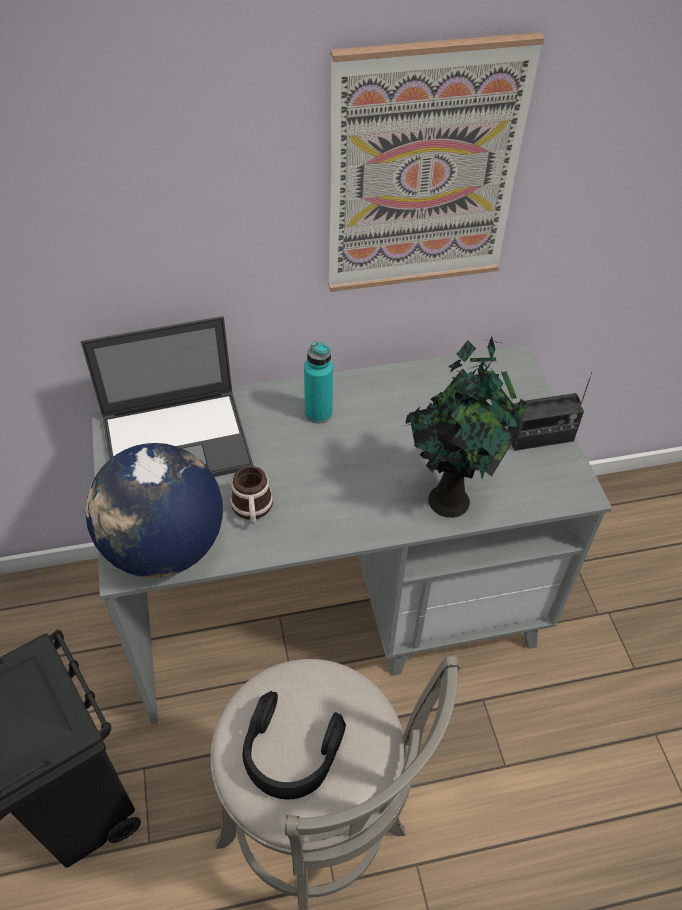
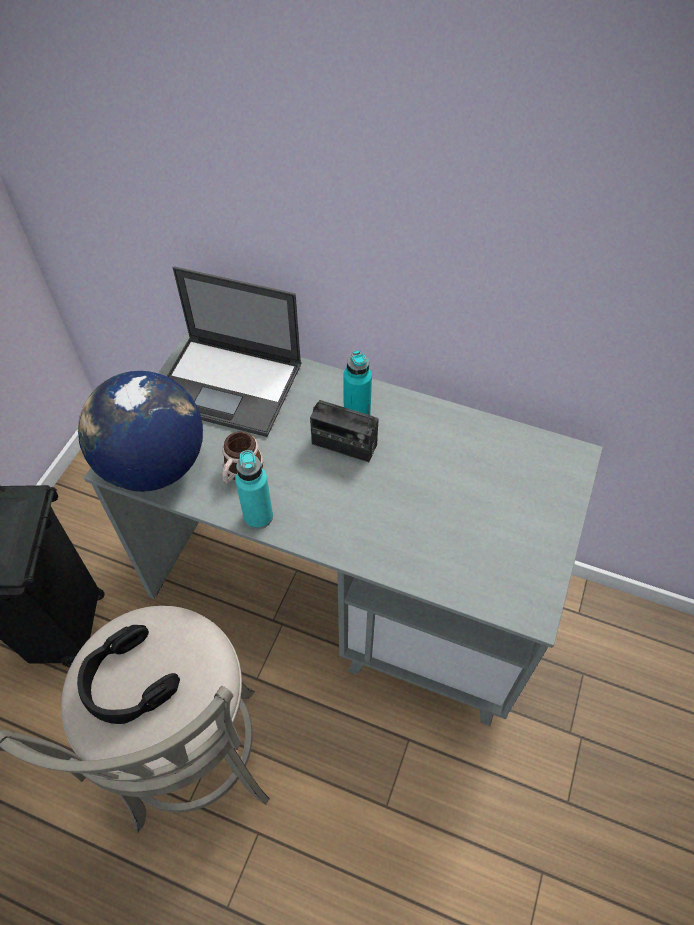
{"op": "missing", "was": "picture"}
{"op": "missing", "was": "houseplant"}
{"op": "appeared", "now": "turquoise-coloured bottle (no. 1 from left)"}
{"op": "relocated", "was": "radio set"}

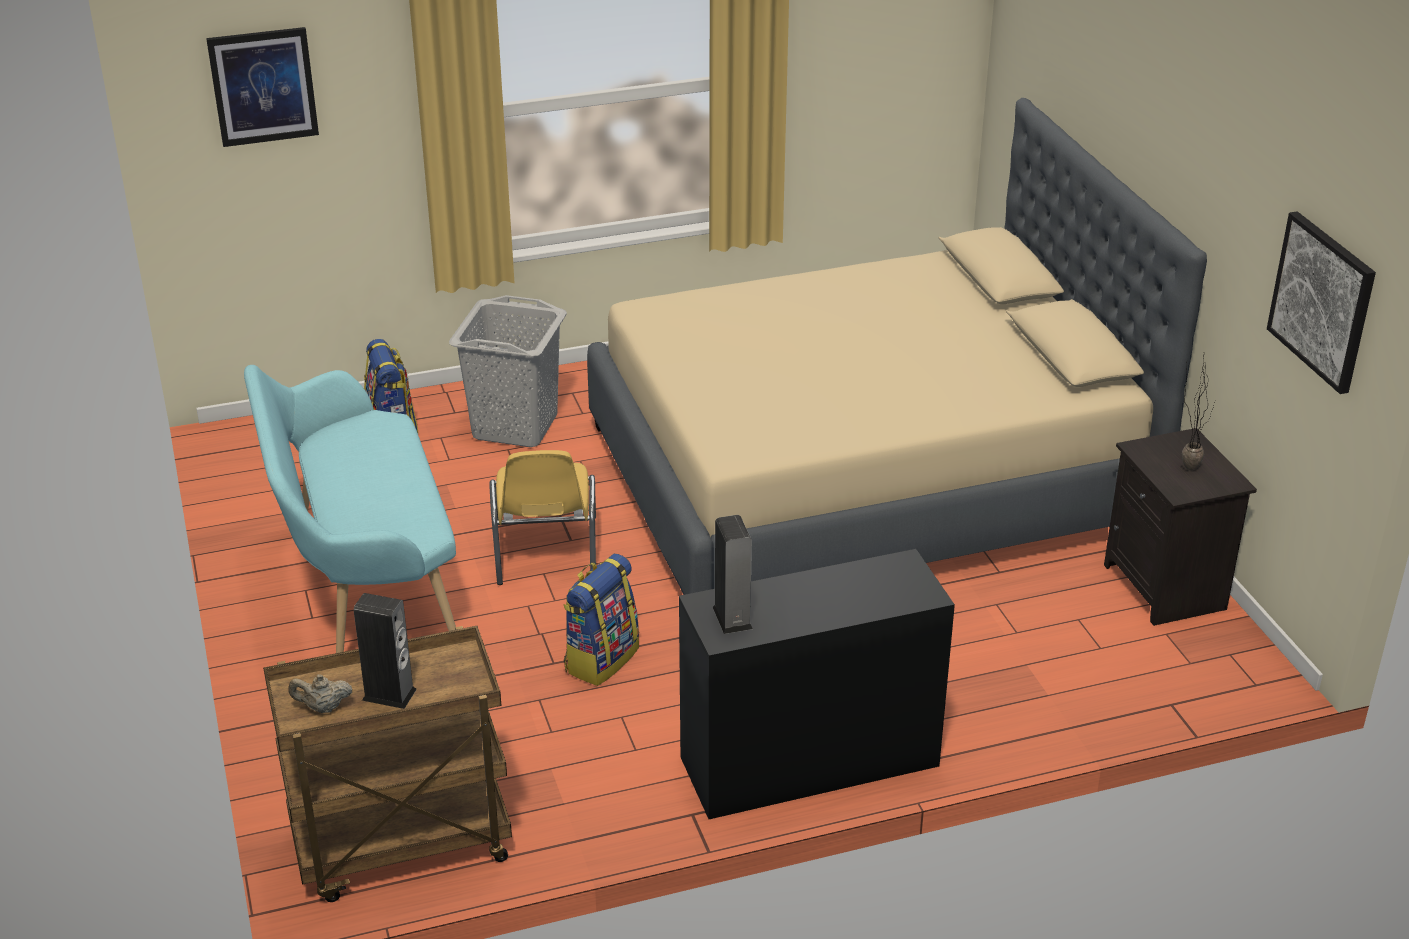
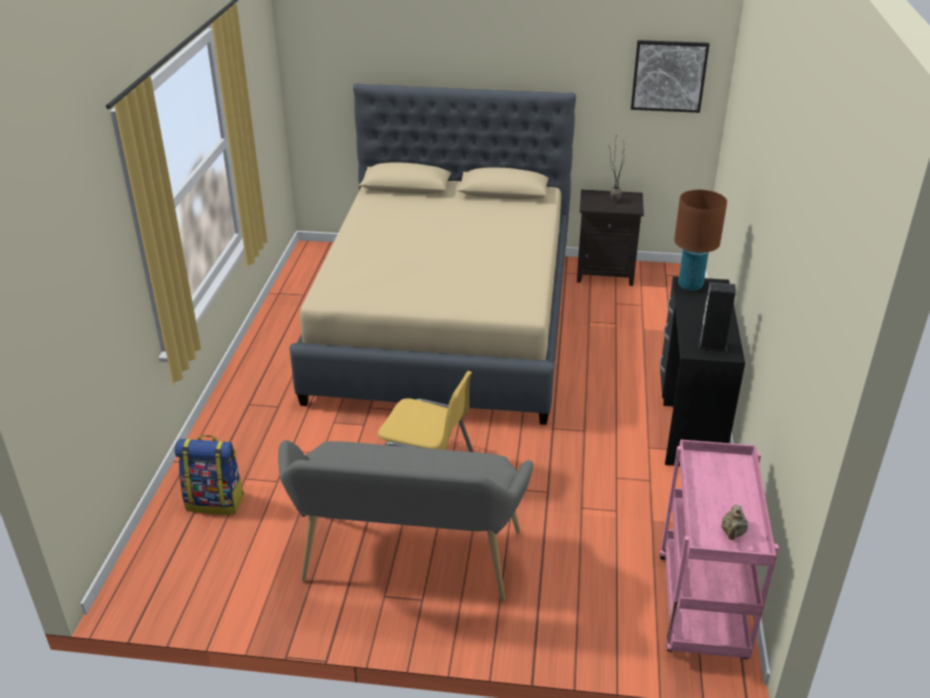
{"op": "missing", "was": "picture (no. 1 from left)"}
{"op": "missing", "was": "audio speaker (no. 1 from left)"}
{"op": "missing", "was": "grey washing basket"}
{"op": "missing", "was": "rucksack (no. 2 from left)"}
{"op": "appeared", "now": "brown-coloured table lamp"}
{"op": "colour", "was": "turquoise-coloured bench", "now": "grey bench"}
{"op": "colour", "was": "brown-coloured trolley", "now": "pink trolley"}

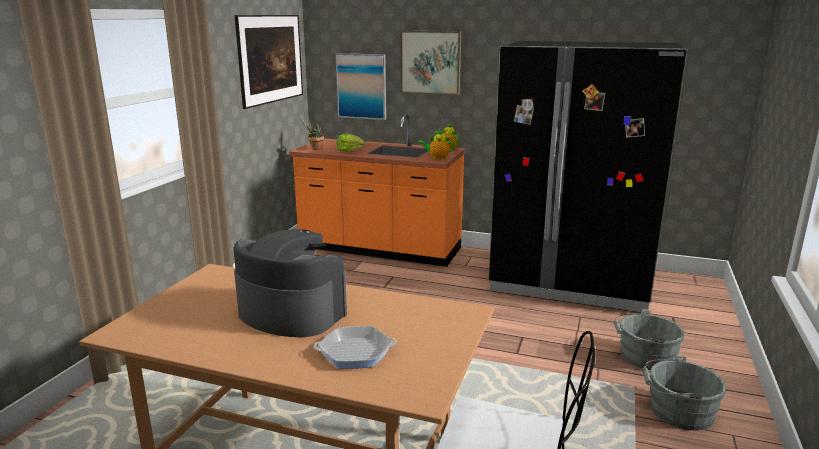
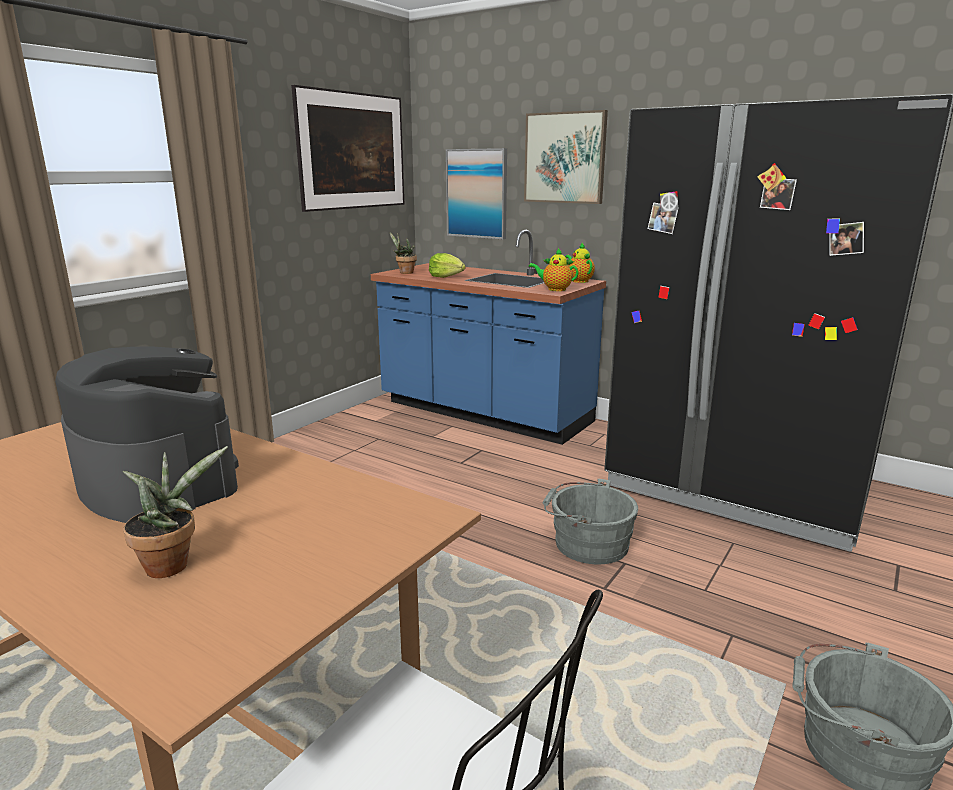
{"op": "relocated", "was": "grey pail (no. 1 from left)"}
{"op": "exchanged", "was": "skillet", "now": "houseplant (no. 1 from left)"}
{"op": "colour", "was": "orangey kitchen base unit", "now": "bluish kitchen base unit"}

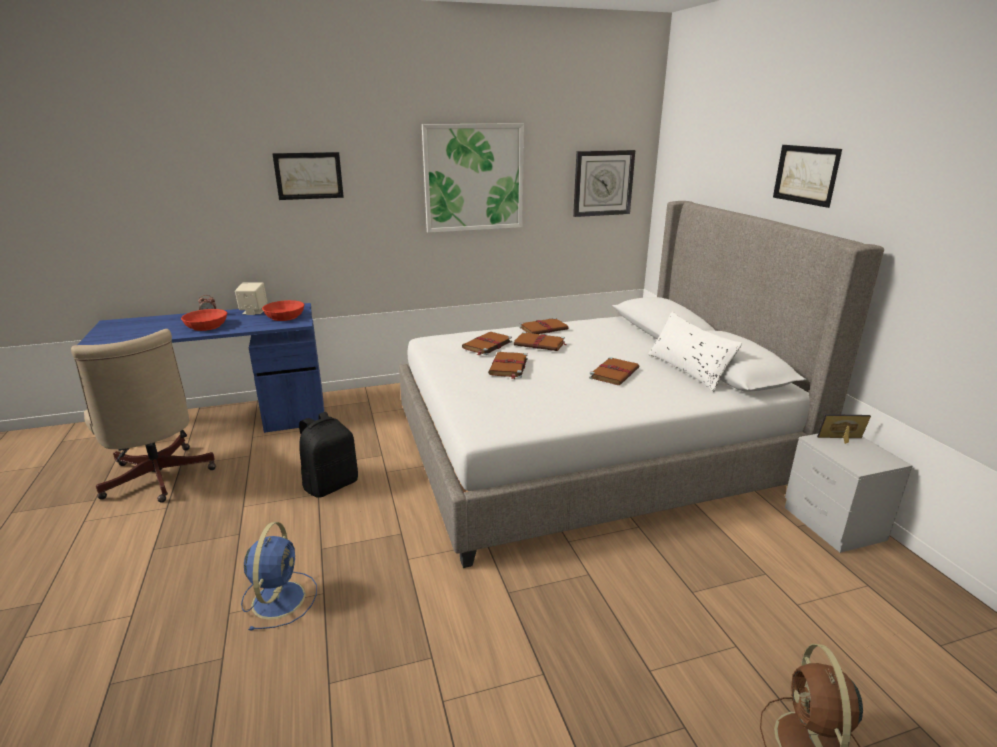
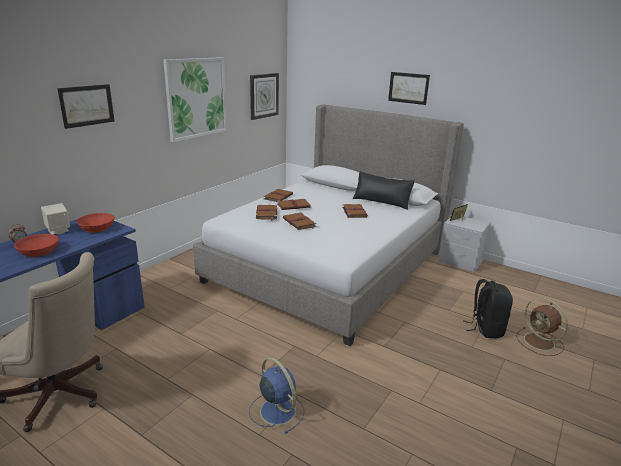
{"op": "relocated", "was": "blackish rucksack"}
{"op": "colour", "was": "whitish throw pillow", "now": "blackish throw pillow"}

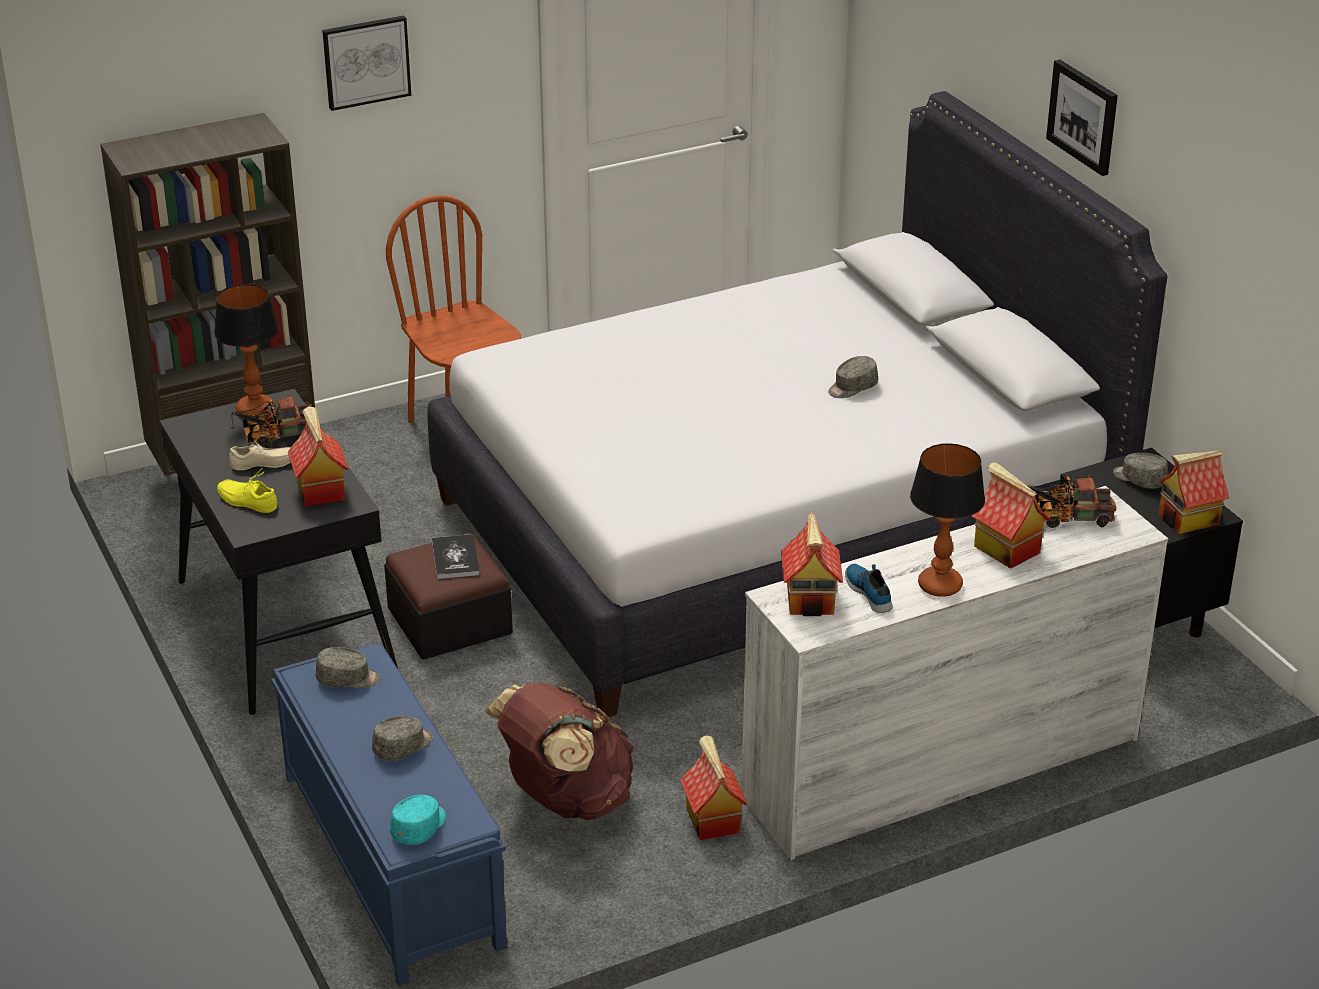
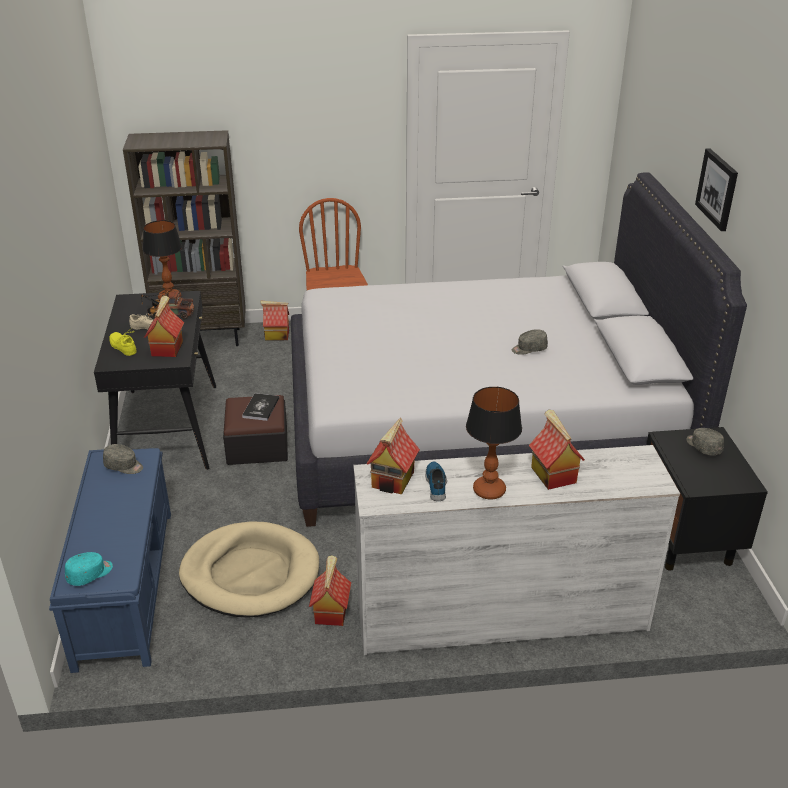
{"op": "missing", "was": "picture (no. 1 from left)"}
{"op": "missing", "was": "grey peaked cap (no. 2 from left)"}
{"op": "missing", "was": "toy lorry (no. 2 from left)"}
{"op": "relocated", "was": "toy house (no. 5 from left in the first image)", "now": "toy house (no. 2 from left)"}
{"op": "exchanged", "was": "brown-coloured rucksack", "now": "beige-coloured dog bed"}

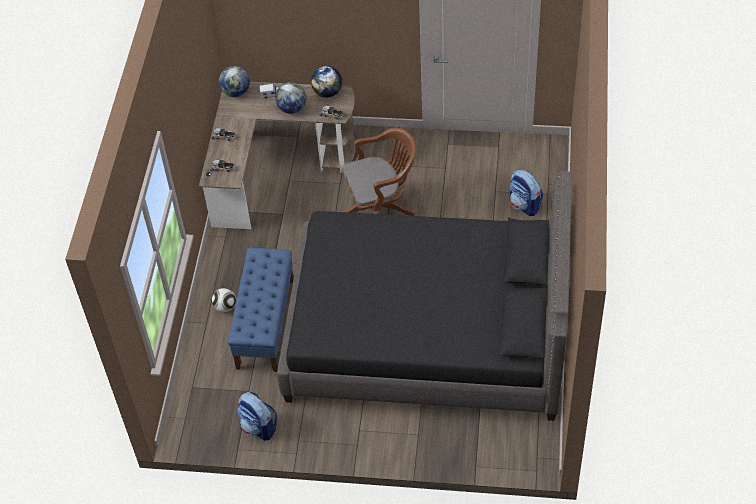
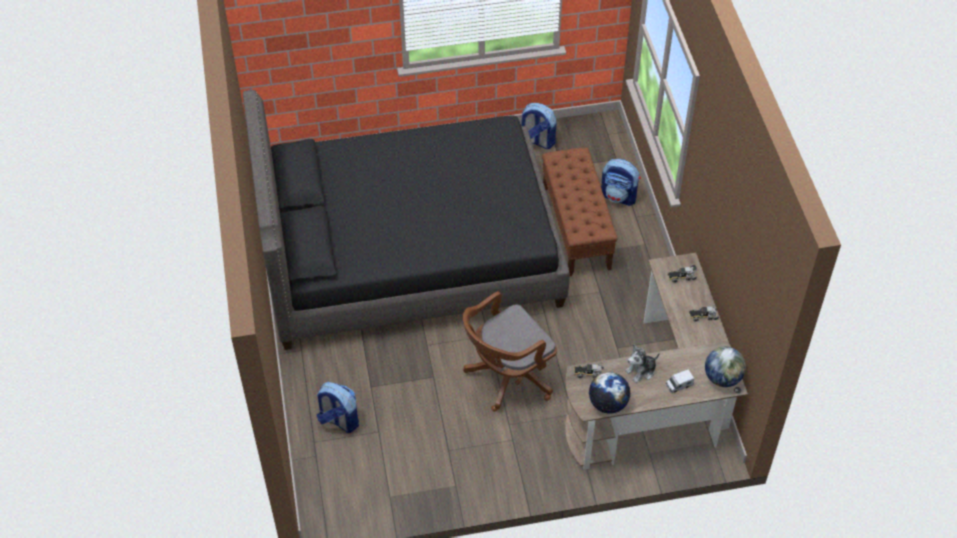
{"op": "missing", "was": "ball for football"}
{"op": "appeared", "now": "rucksack (no. 3 from left)"}
{"op": "exchanged", "was": "desk globe (no. 2 from left)", "now": "plush toy"}
{"op": "colour", "was": "bluish bench", "now": "brown-coloured bench"}

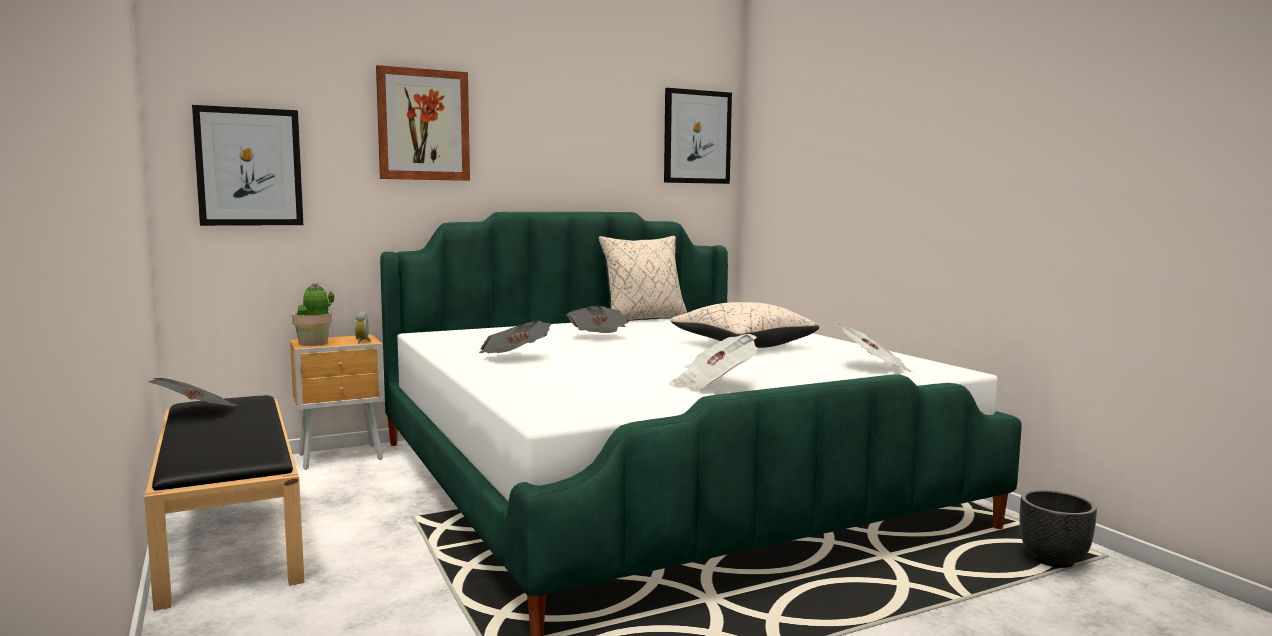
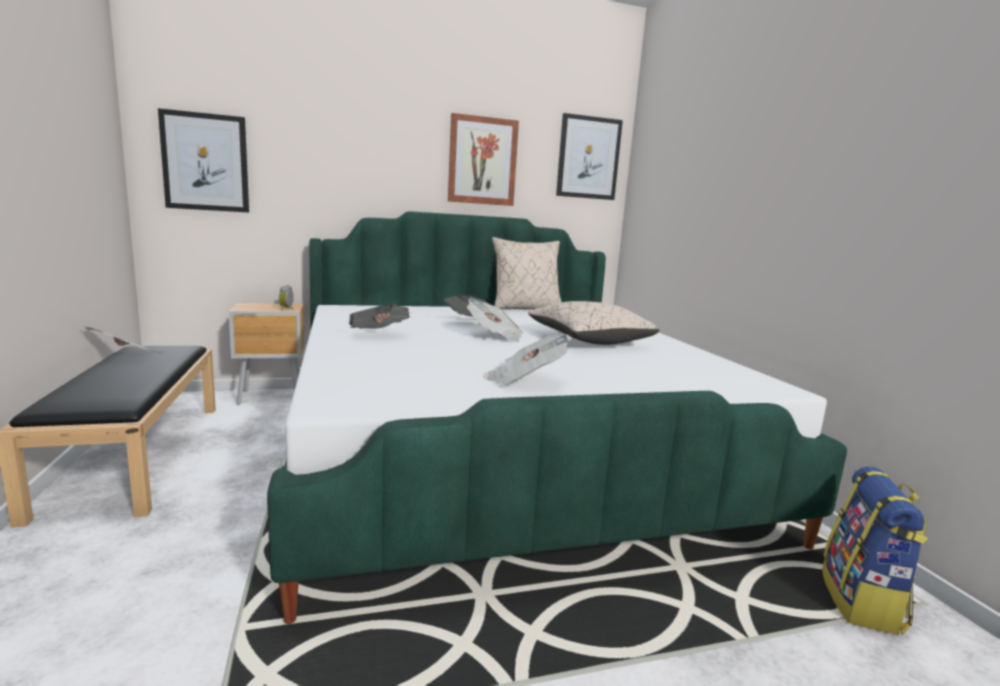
{"op": "missing", "was": "houseplant"}
{"op": "relocated", "was": "picture (no. 2 from left)"}
{"op": "relocated", "was": "daily paper (no. 5 from left in the first image)", "now": "daily paper (no. 4 from left)"}
{"op": "exchanged", "was": "blackish flower pot", "now": "rucksack"}

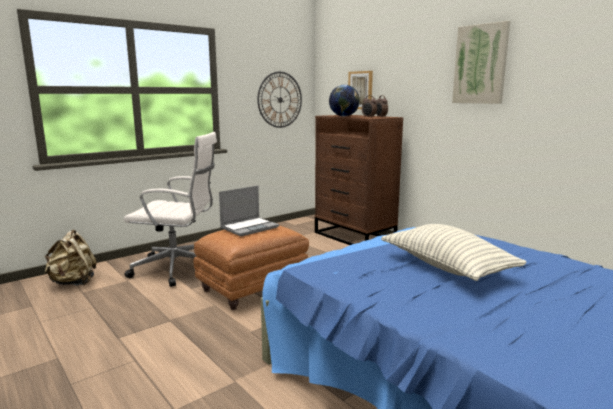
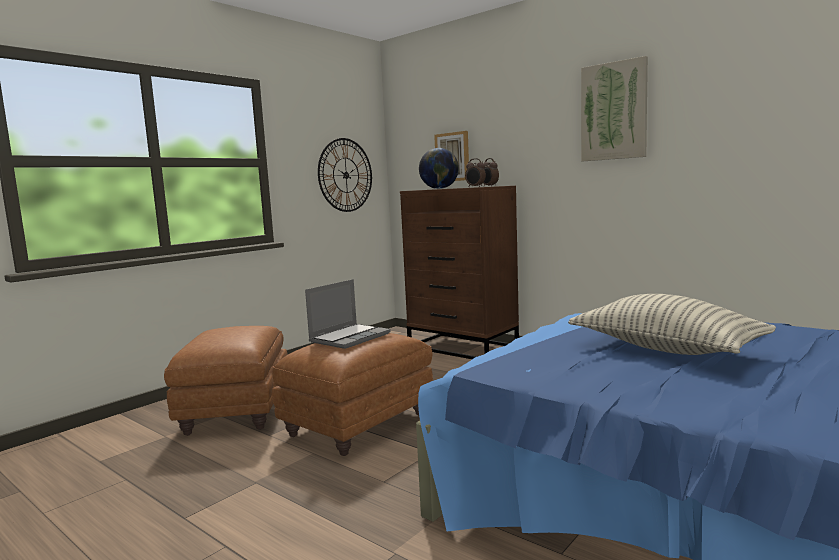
{"op": "missing", "was": "beige-coloured rucksack"}
{"op": "exchanged", "was": "whitish desk chair", "now": "brown-coloured ottoman (no. 1 from left)"}

